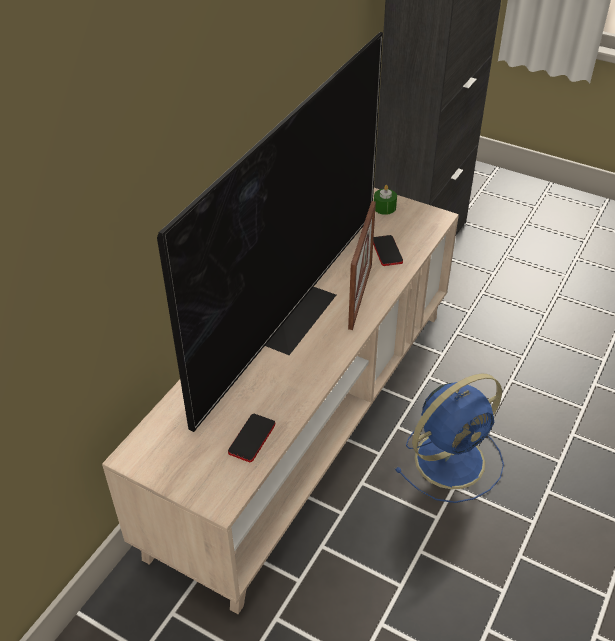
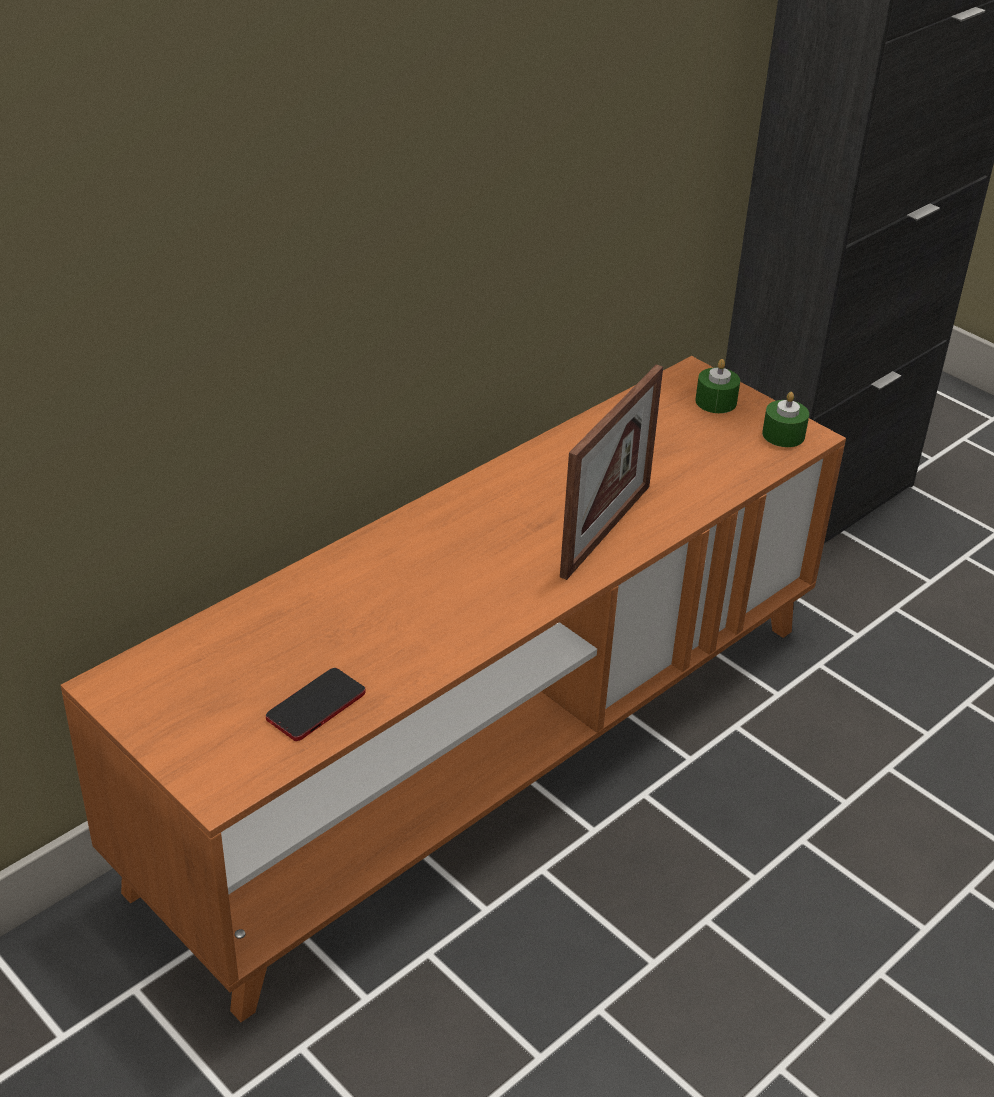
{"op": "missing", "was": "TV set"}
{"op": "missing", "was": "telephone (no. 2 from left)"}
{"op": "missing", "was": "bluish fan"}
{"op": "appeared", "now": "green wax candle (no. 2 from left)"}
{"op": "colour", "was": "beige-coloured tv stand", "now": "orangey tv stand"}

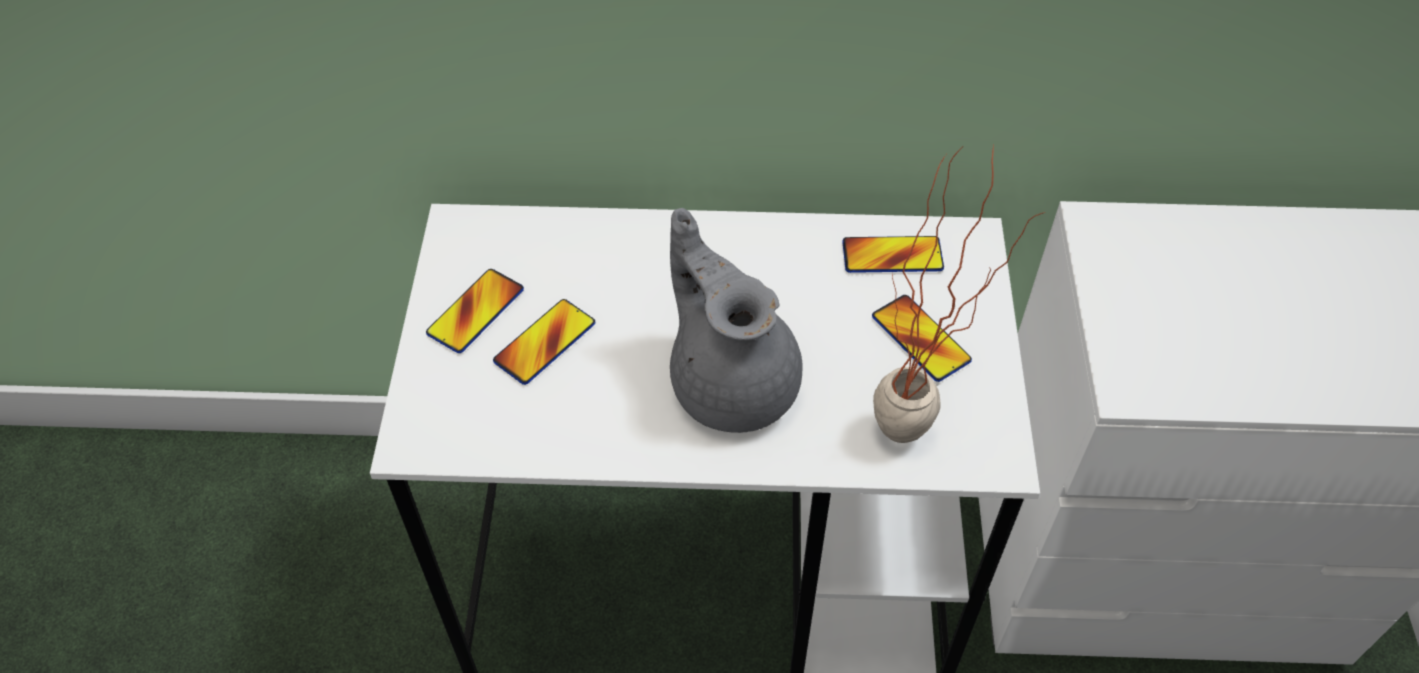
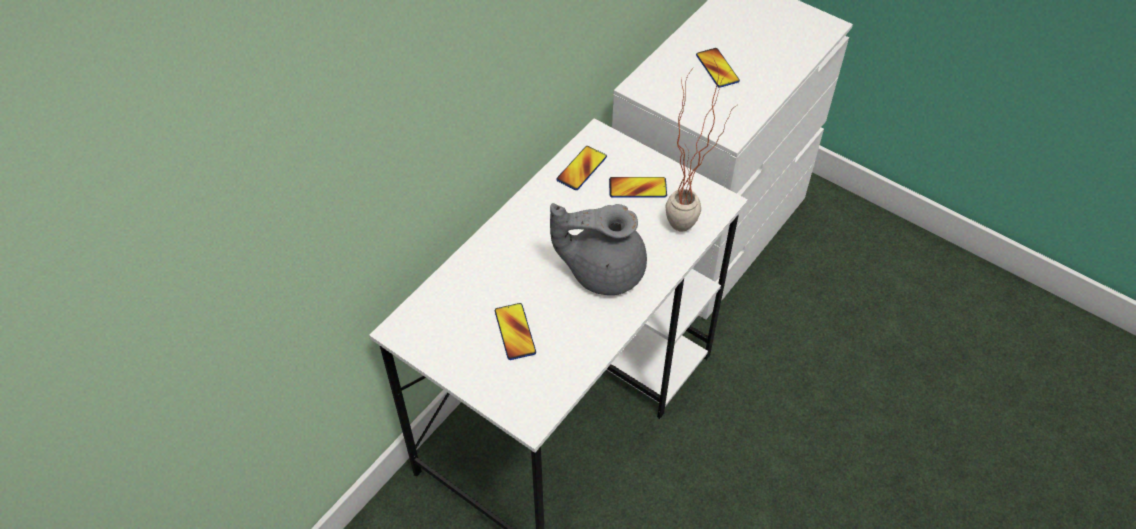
{"op": "relocated", "was": "telephone (no. 1 from left in the first image)", "now": "telephone (no. 4 from left)"}

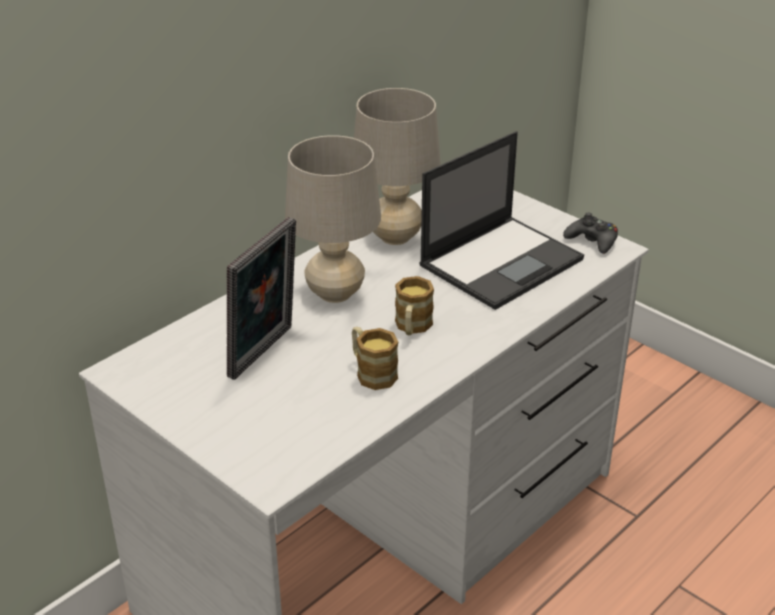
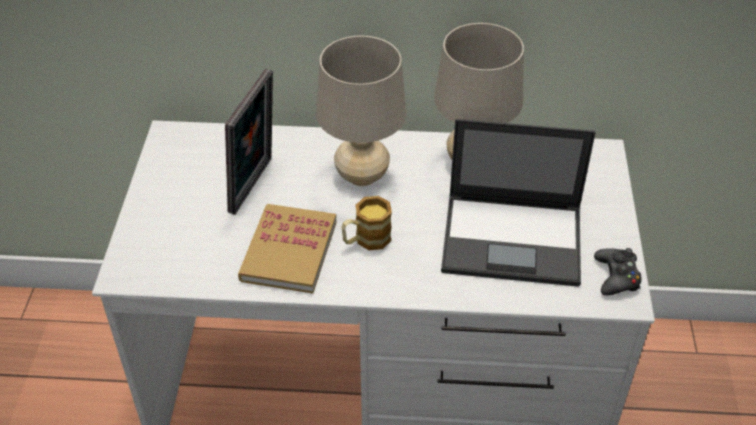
{"op": "exchanged", "was": "mug (no. 1 from left)", "now": "book"}
{"op": "spun", "was": "standing frame", "clockwise": -60}

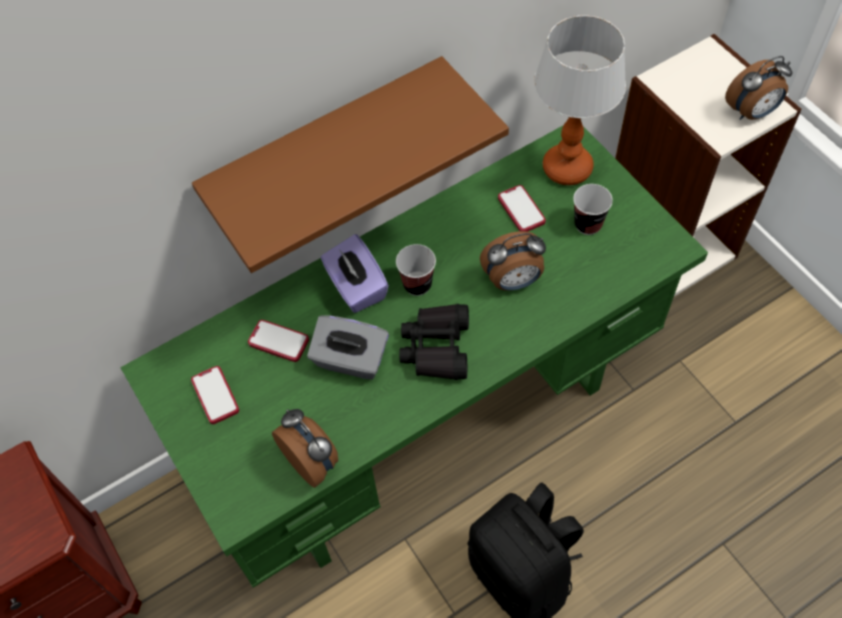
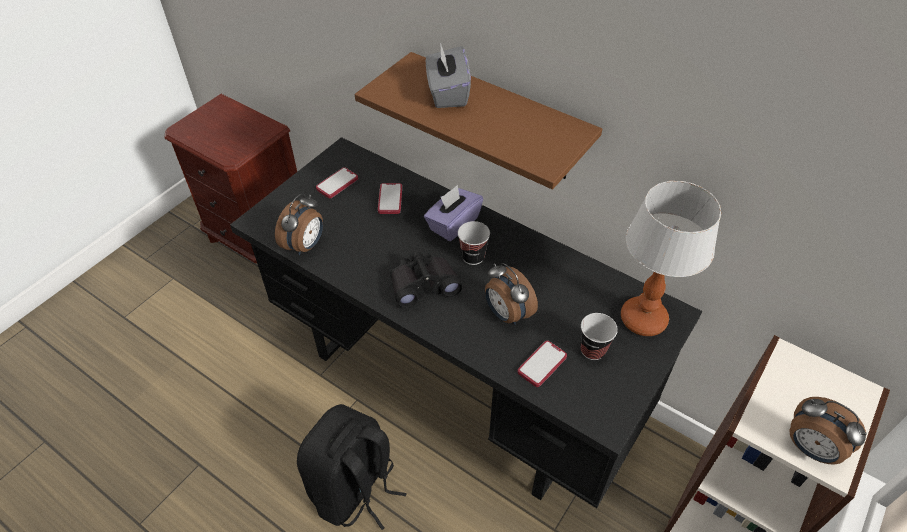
{"op": "relocated", "was": "grey box of tissues"}
{"op": "relocated", "was": "telephone (no. 3 from left)"}
{"op": "colour", "was": "green desk", "now": "blackish desk"}

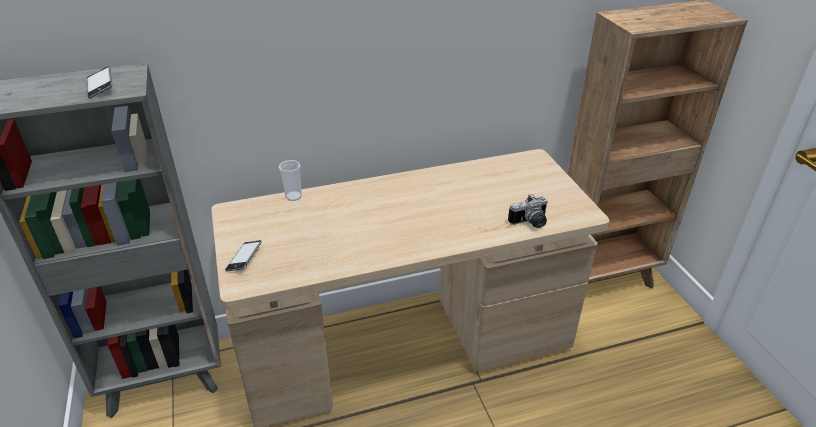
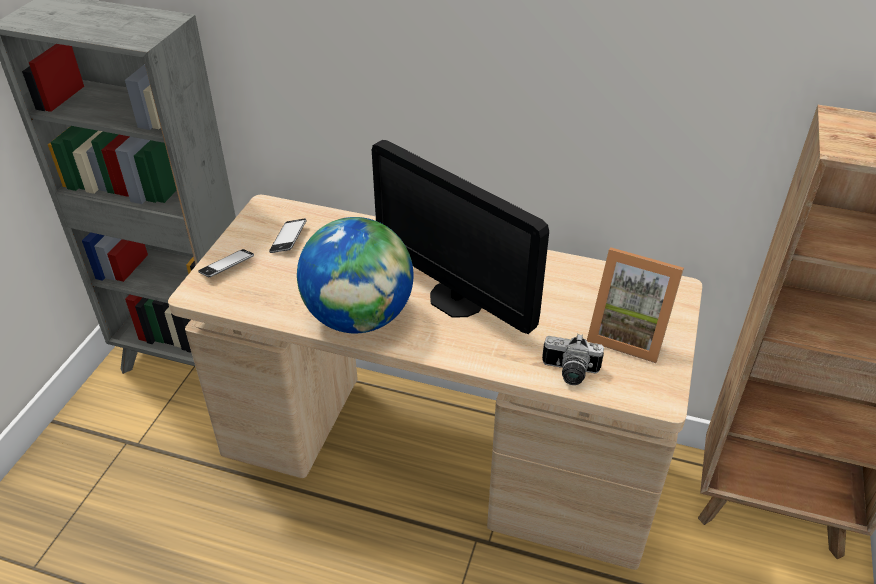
{"op": "missing", "was": "drinking cup"}
{"op": "appeared", "now": "desk globe"}
{"op": "appeared", "now": "computer screen"}
{"op": "appeared", "now": "standing frame"}
{"op": "relocated", "was": "telephone (no. 1 from left in the first image)", "now": "telephone (no. 2 from left)"}

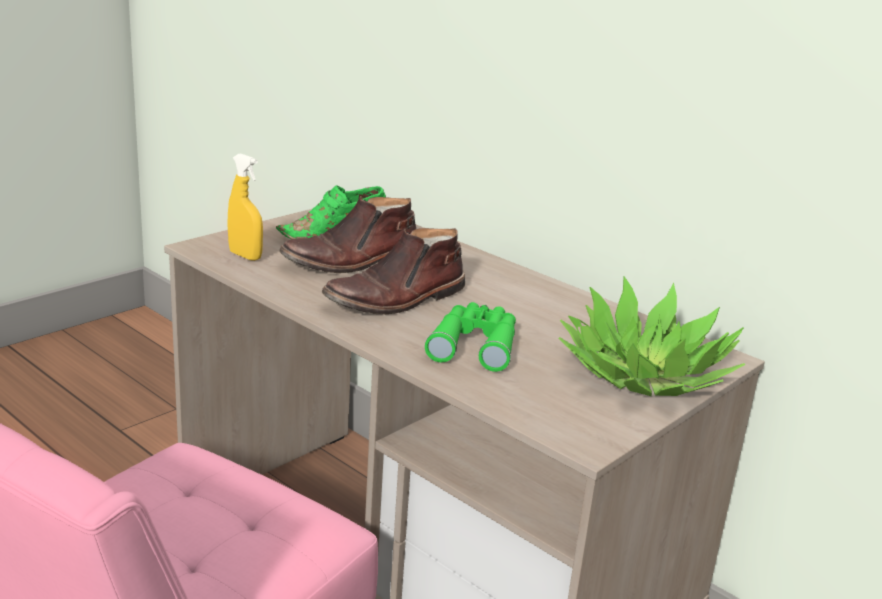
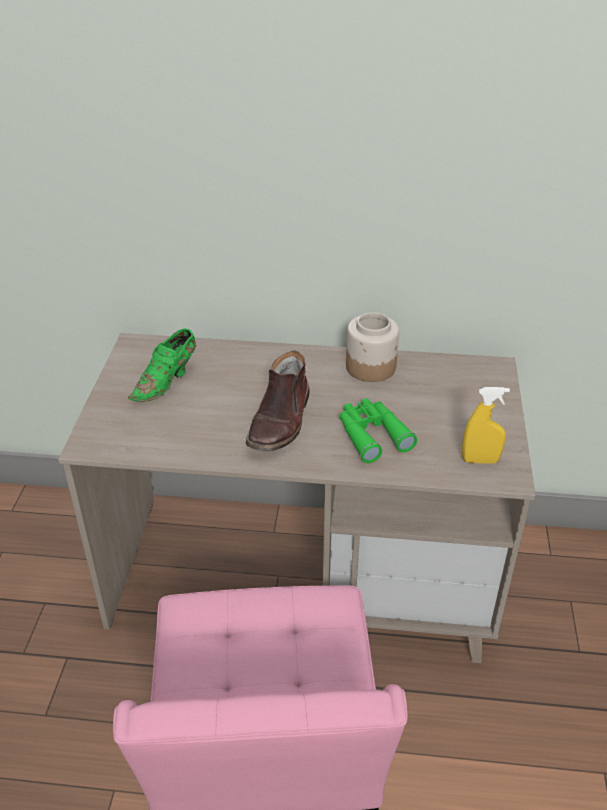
{"op": "missing", "was": "brown-coloured tall boot (no. 1 from left)"}
{"op": "missing", "was": "houseplant"}
{"op": "appeared", "now": "jar"}
{"op": "relocated", "was": "yellowish sprayer"}

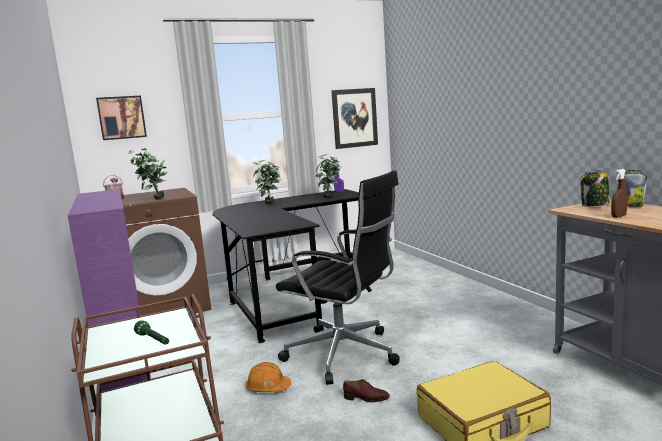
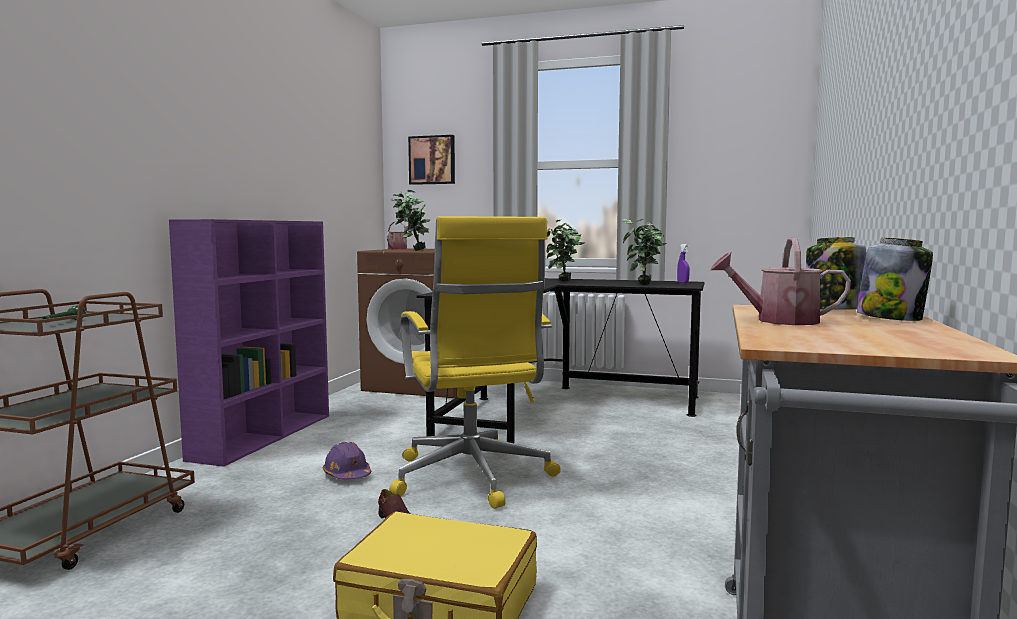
{"op": "missing", "was": "picture (no. 2 from left)"}
{"op": "exchanged", "was": "brown-coloured sprayer", "now": "watering can (no. 2 from left)"}
{"op": "colour", "was": "orangey work helmet", "now": "purplish work helmet"}
{"op": "colour", "was": "blackish desk chair", "now": "yellowish desk chair"}

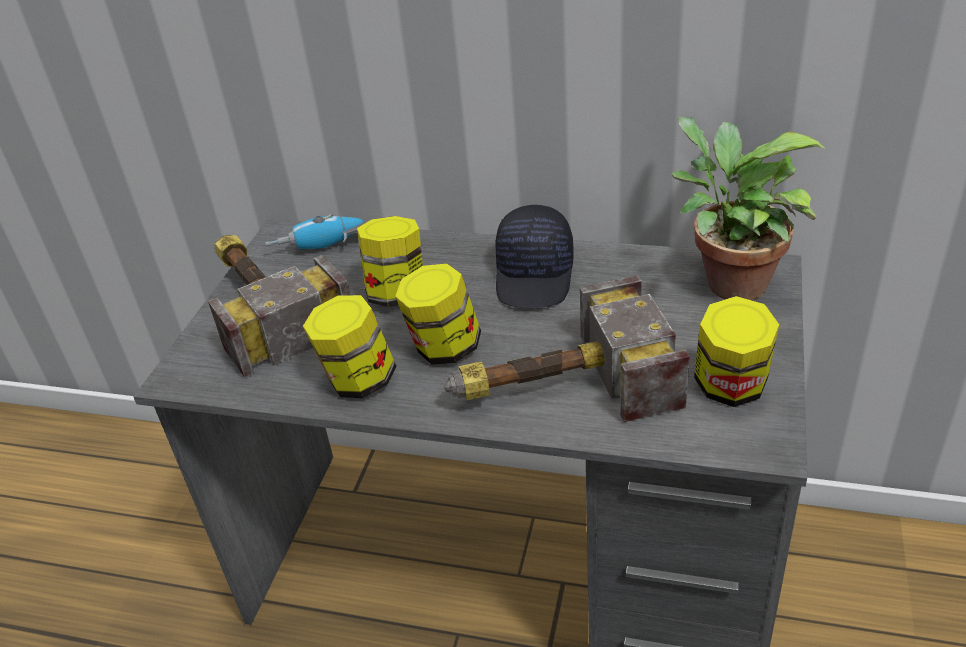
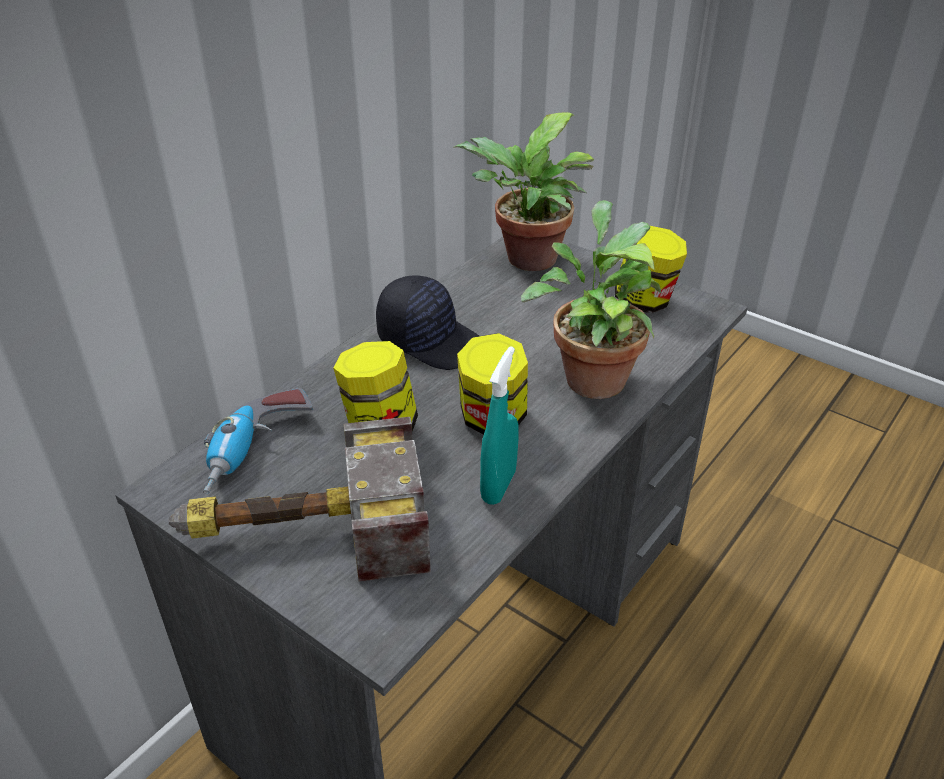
{"op": "exchanged", "was": "jar (no. 1 from left)", "now": "turquoise-coloured sprayer"}
{"op": "exchanged", "was": "hand hammer (no. 2 from left)", "now": "houseplant (no. 2 from left)"}

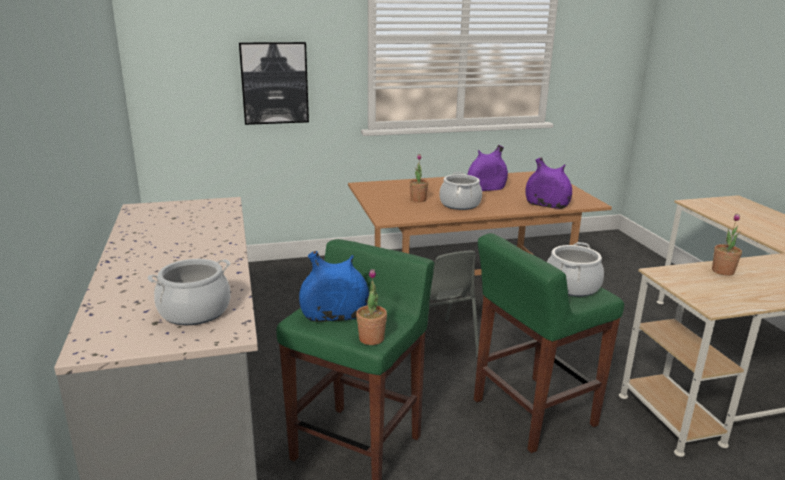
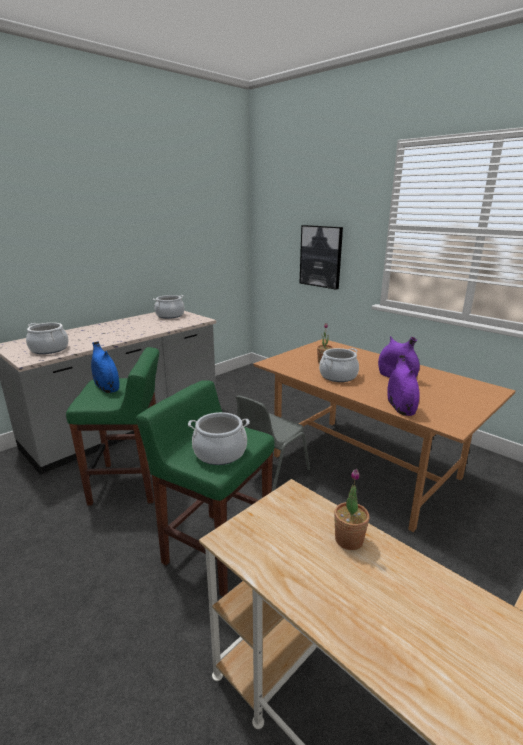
{"op": "missing", "was": "houseplant (no. 1 from left)"}
{"op": "appeared", "now": "saucepot (no. 2 from left)"}

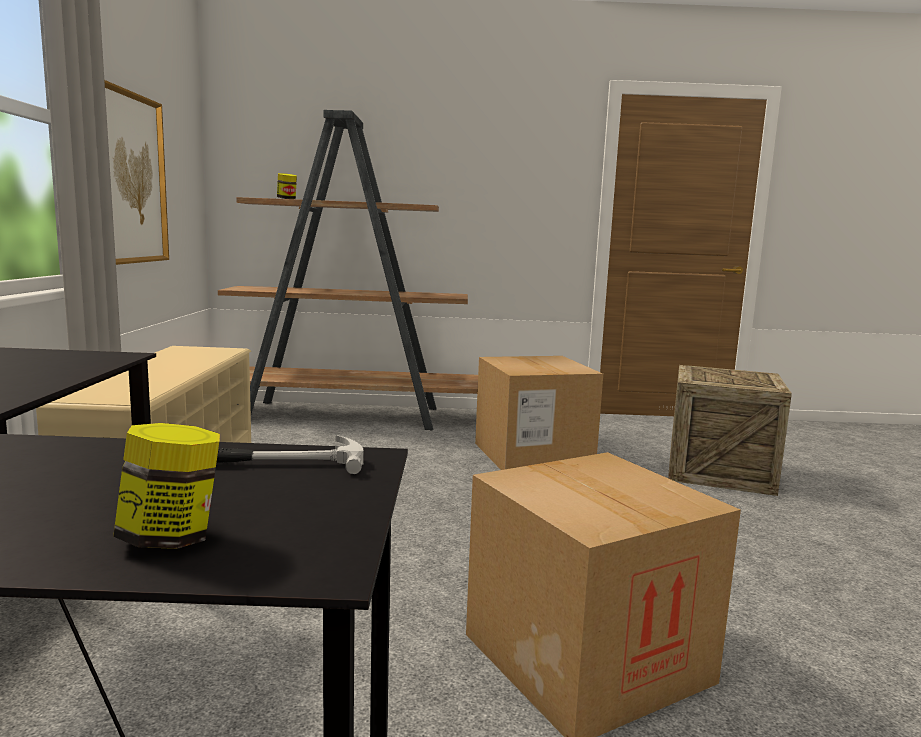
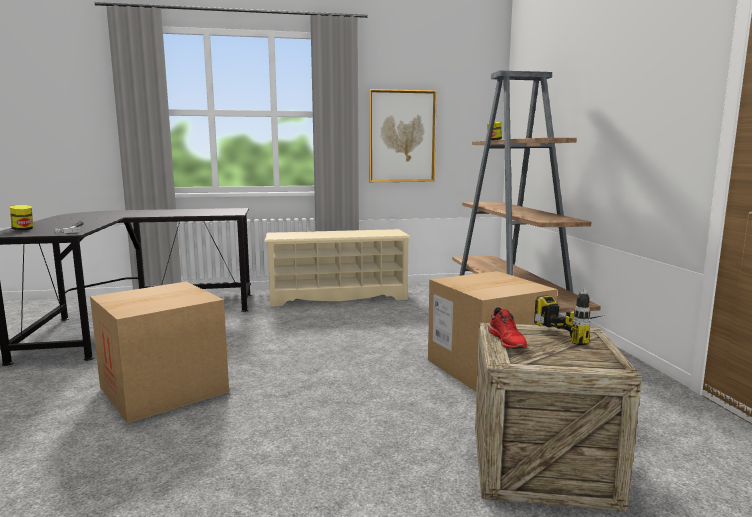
{"op": "appeared", "now": "red-coloured shoe"}
{"op": "appeared", "now": "electric drill"}

